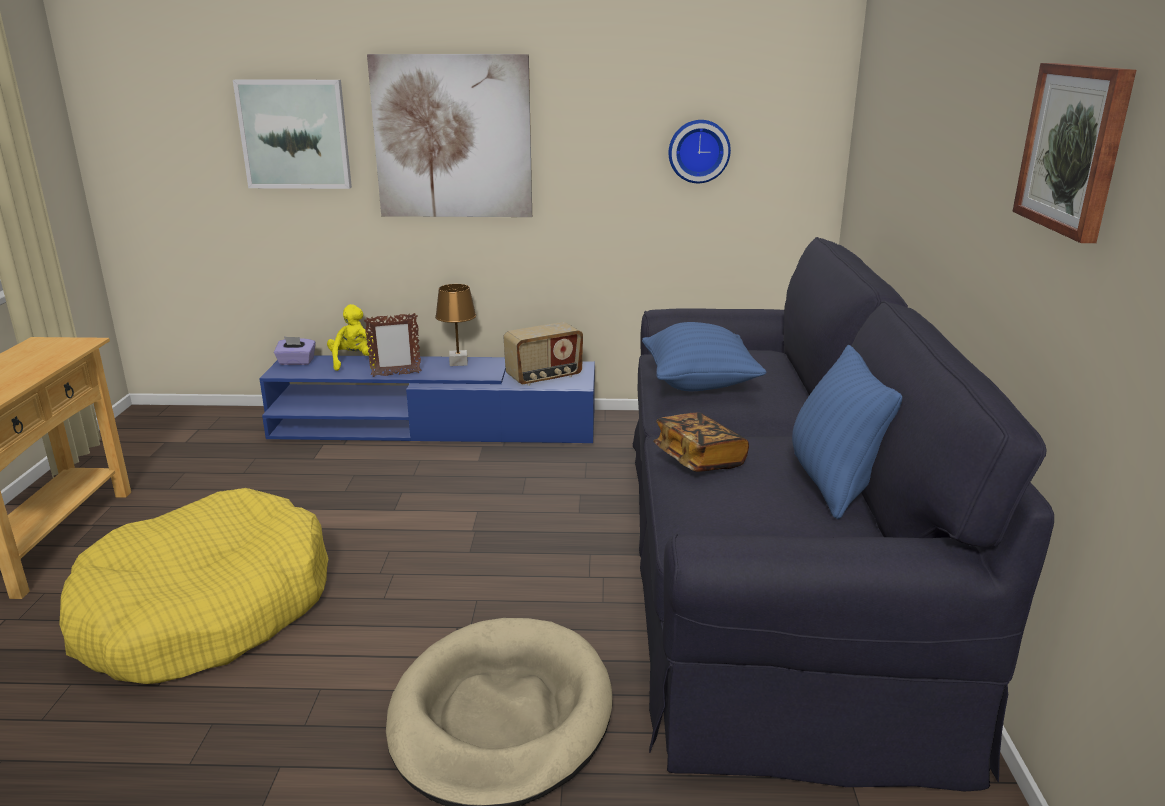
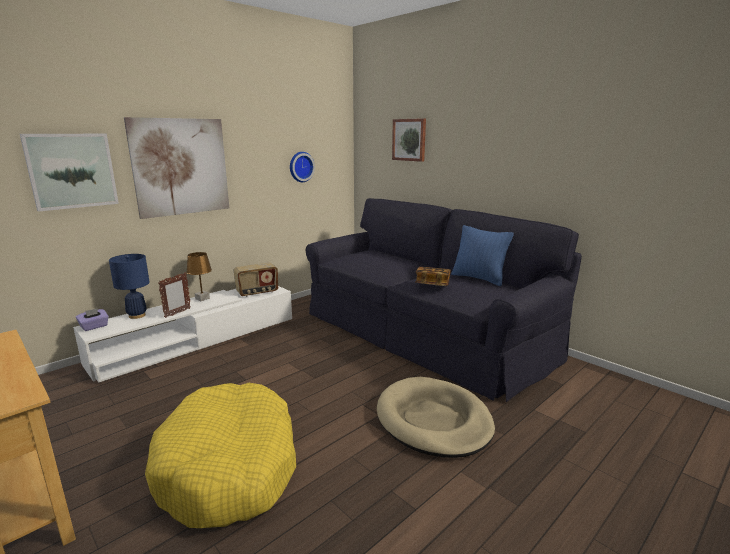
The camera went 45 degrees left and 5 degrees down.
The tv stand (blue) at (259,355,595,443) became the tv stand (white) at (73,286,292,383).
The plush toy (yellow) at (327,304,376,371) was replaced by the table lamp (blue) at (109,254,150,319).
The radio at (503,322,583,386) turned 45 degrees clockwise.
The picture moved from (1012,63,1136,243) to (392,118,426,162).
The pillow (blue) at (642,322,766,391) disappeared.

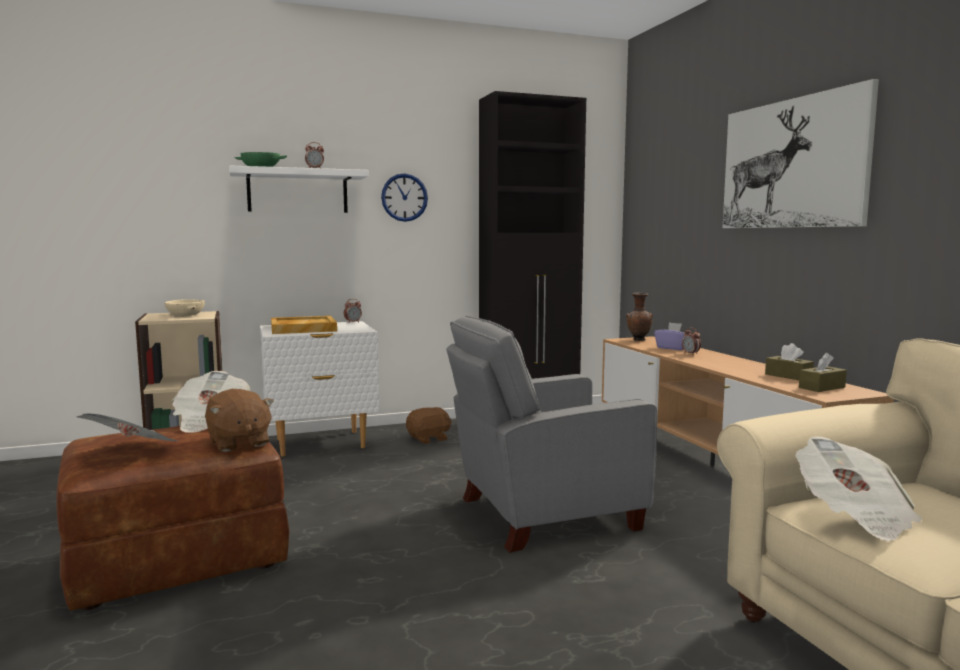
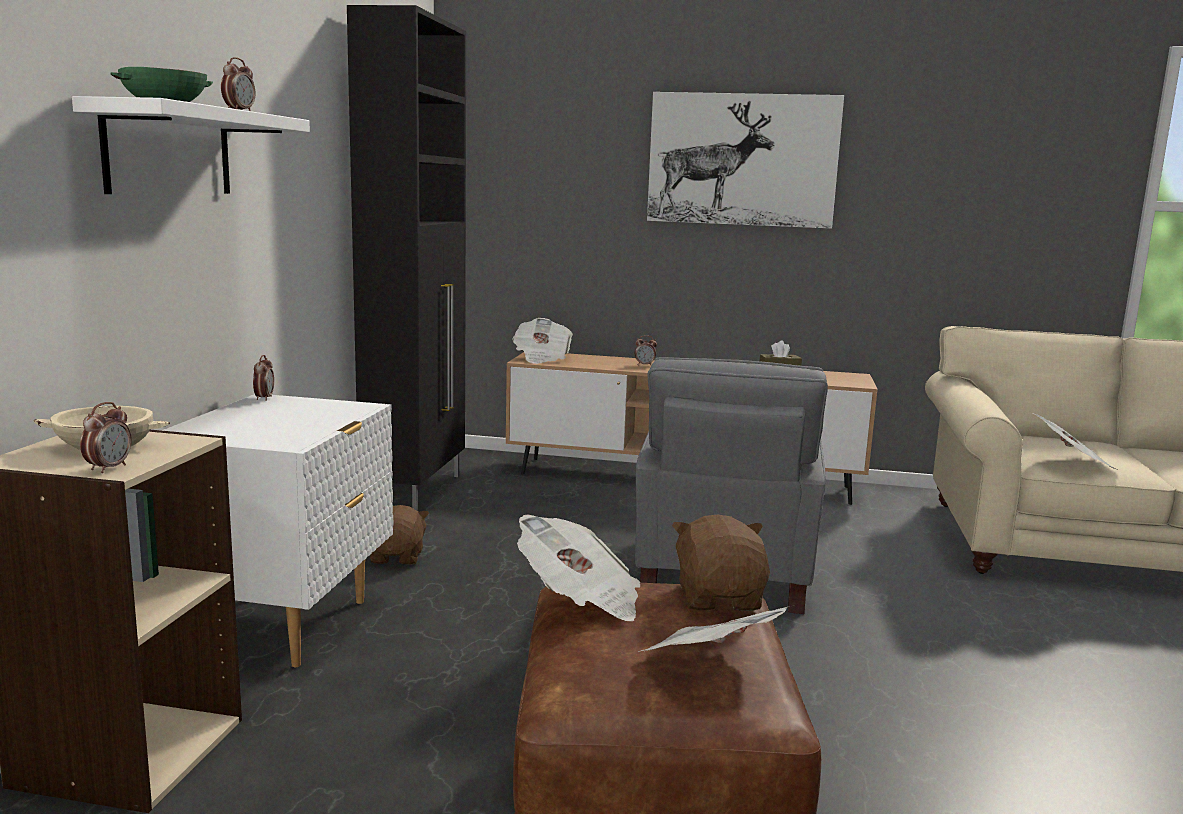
The camera went 60 degrees left and 5 degrees up.
The alarm clock at (80,402,132,473) appeared.
The vase (brown) at (626,293,653,341) was replaced by the newspaper at (512,318,573,364).
The plush toy (brown) at (205,389,274,452) turned 90 degrees counterclockwise.
The tray (beige) at (271,316,337,334) disappeared.
The wall clock at (381,173,428,222) disappeared.
The tissue box (purple) at (654,322,684,350) disappeared.
The tissue box (brown) at (799,352,847,392) disappeared.

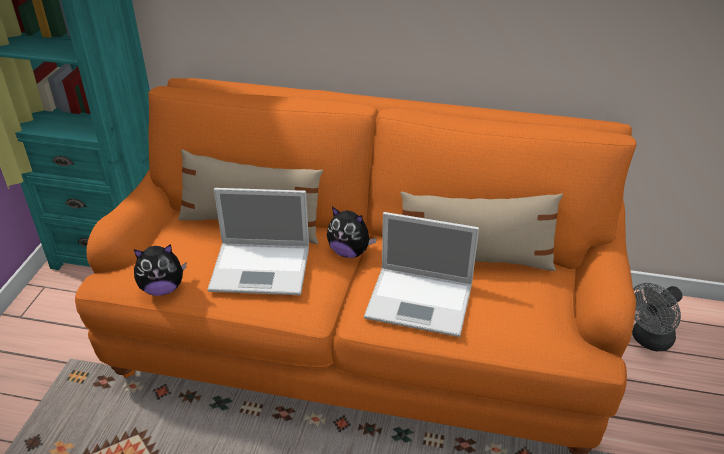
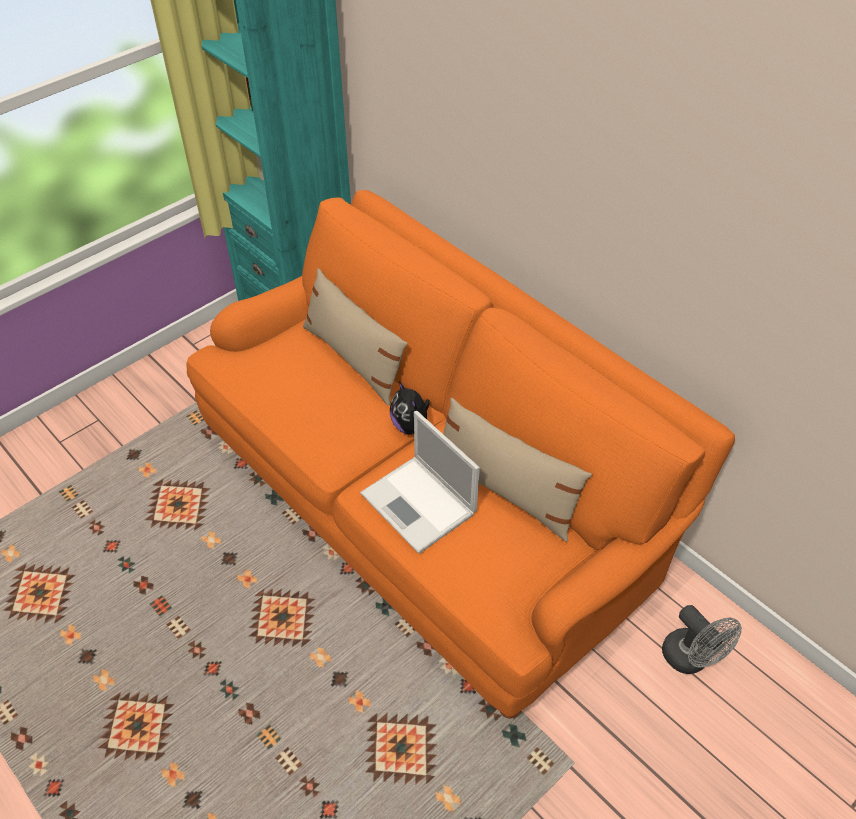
The camera went 35 degrees right and 10 degrees up.
The fan (grey) at (632,283,682,351) turned 120 degrees counterclockwise.
The plush toy at (134,244,186,296) disappeared.
The laptop at (208,188,309,295) disappeared.

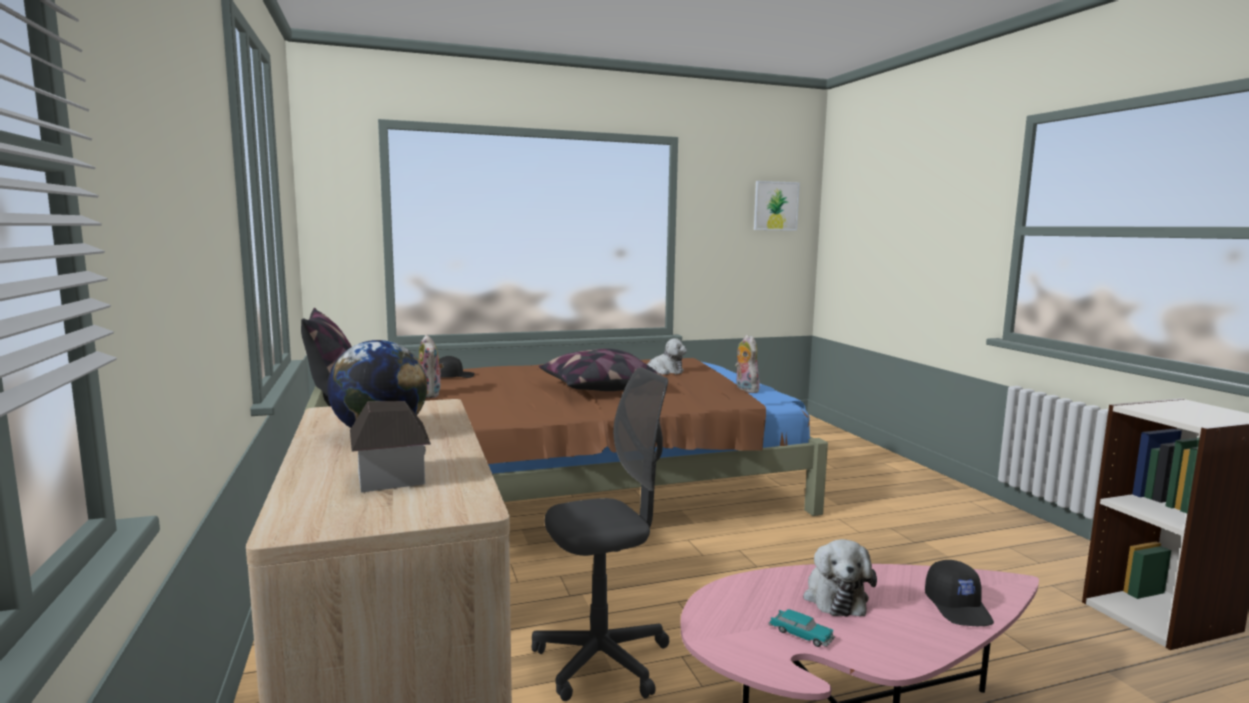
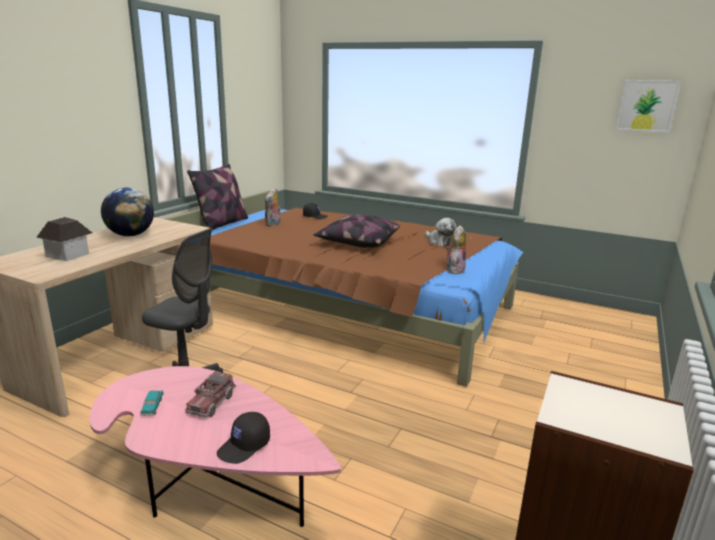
The camera went 45 degrees right and 10 degrees up.
The plush toy at (803,539,877,617) was replaced by the toy truck at (185,371,236,418).

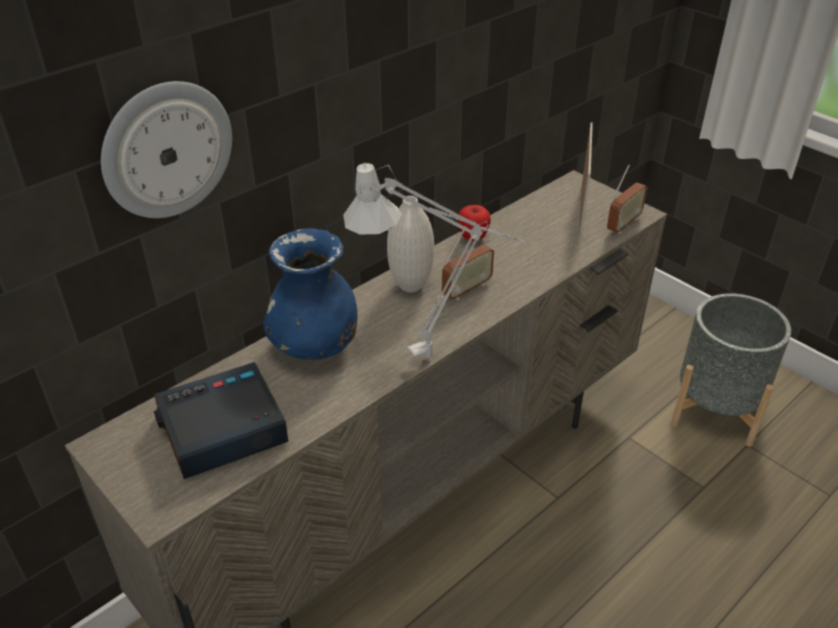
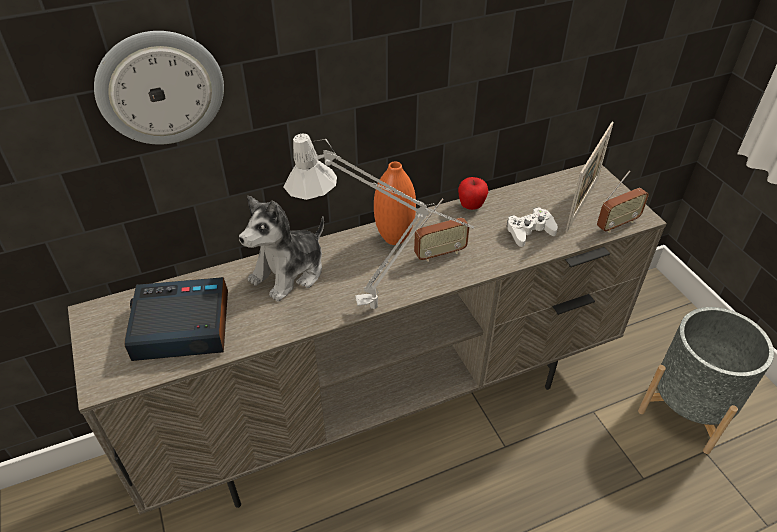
The camera went 20 degrees right and 5 degrees up.
The vase (blue) at (263,228,358,360) was replaced by the plush toy at (239,196,324,302).
The vase (white) at (387,196,434,292) became the vase (orange) at (374,161,416,245).
The game controller (white) at (507,207,558,247) appeared.

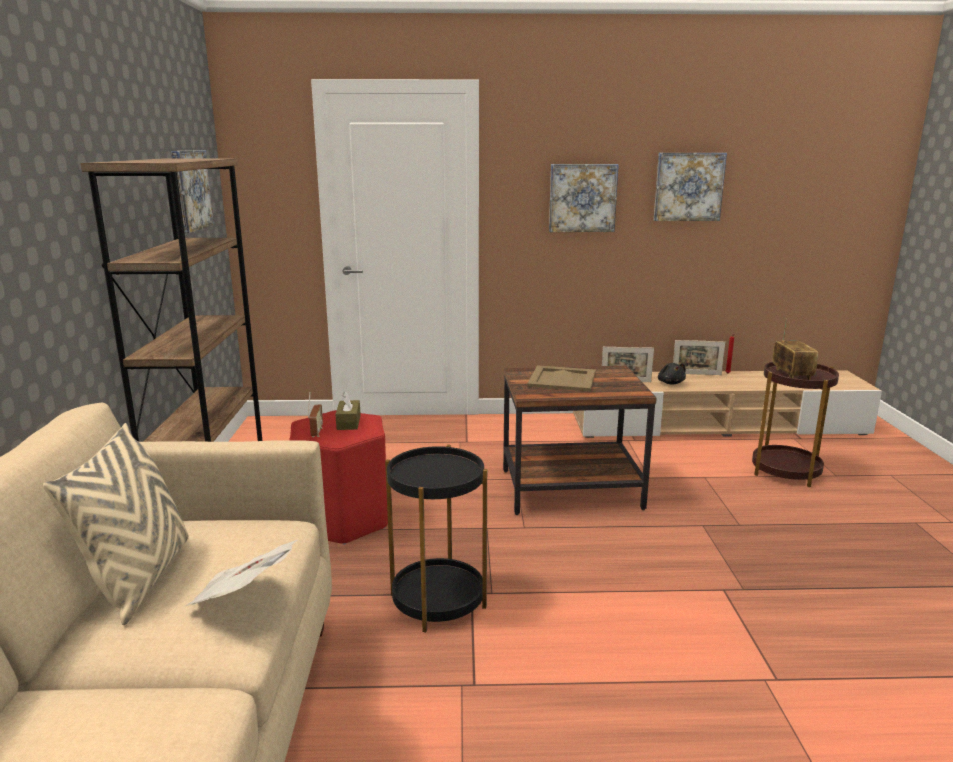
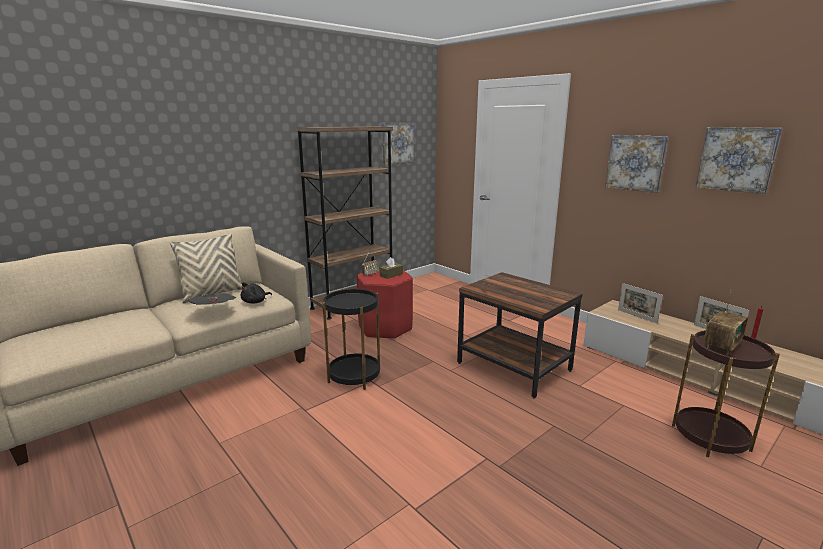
The camera went 50 degrees right and 0 degrees up.
The plush toy (black) moved from (658,363,686,385) to (241,282,272,303).
The tray (beige) at (527,365,596,391) disappeared.

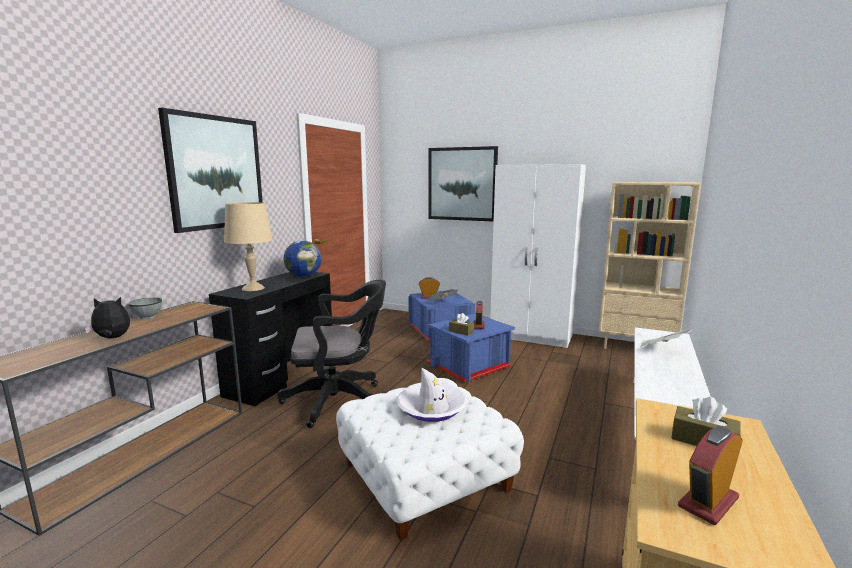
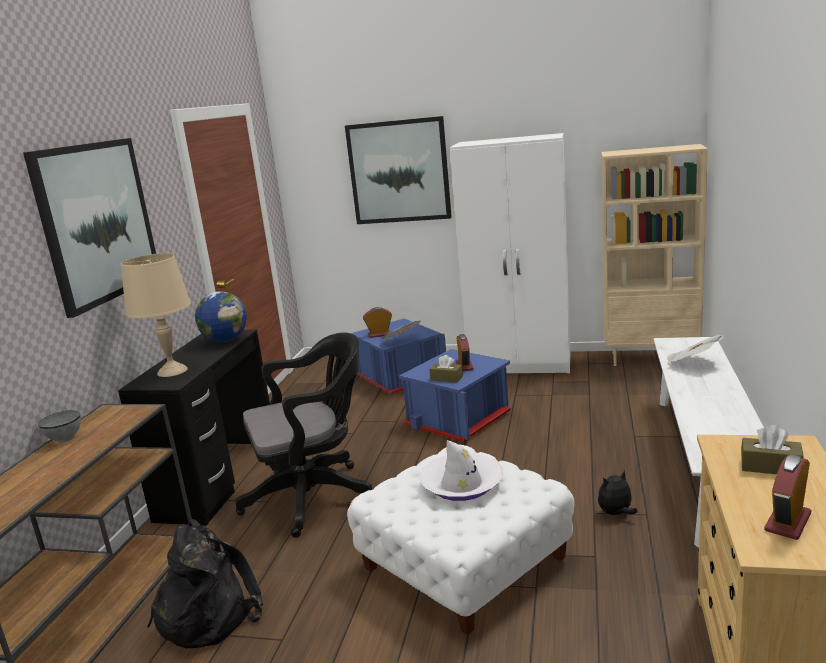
The camera went 10 degrees left and 5 degrees up.
The backpack (black) at (147,519,263,648) appeared.
The plush toy moved from (84,297,130,338) to (598,471,638,515).

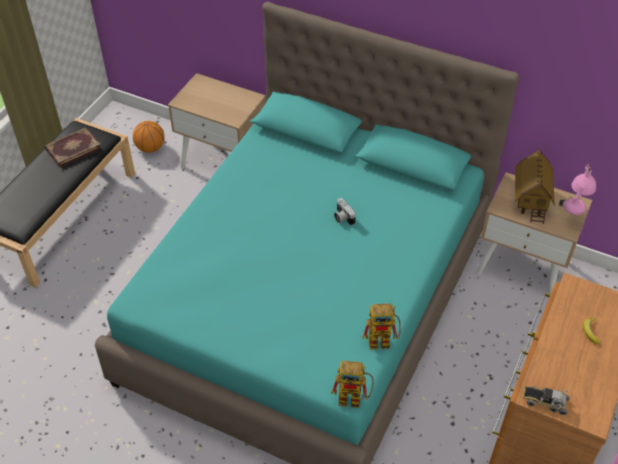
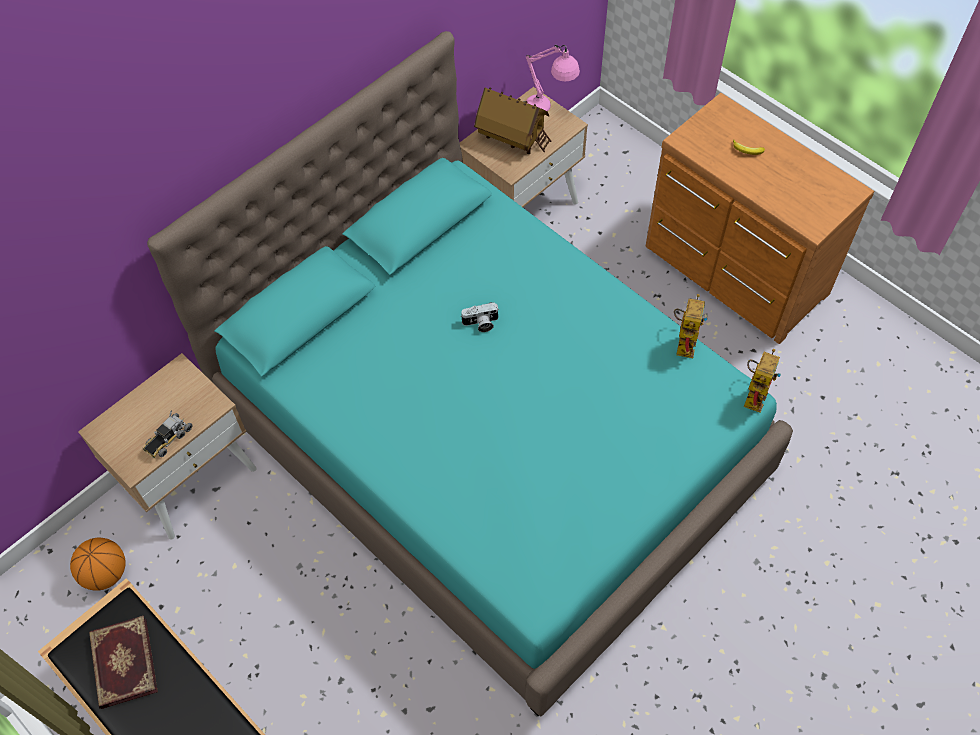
The camera went 70 degrees left and 10 degrees up.
The toy truck moved from (523,385,570,415) to (142,410,193,459).

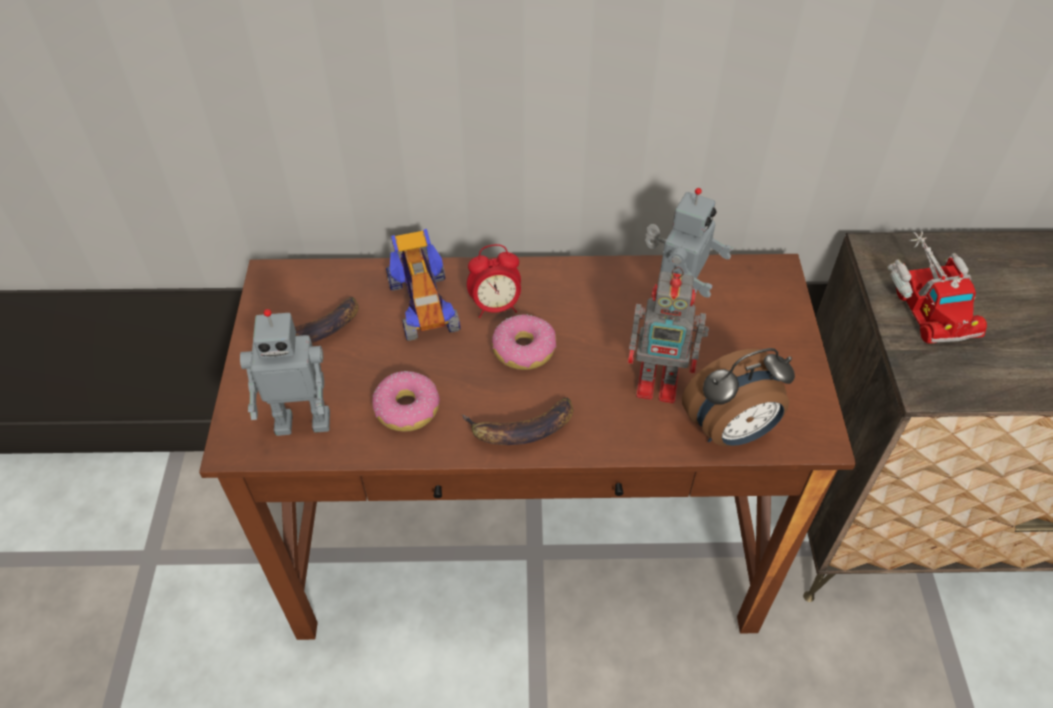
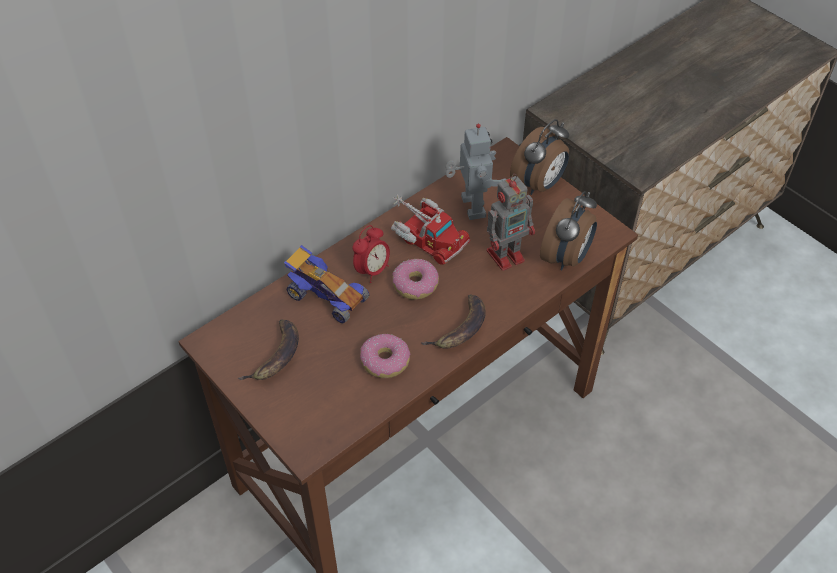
The camera went 40 degrees left and 0 degrees up.
The toy truck moved from (887,231,987,344) to (391,194,470,265).
The alarm clock at (510,119,569,195) appeared.
The toy robot at (240,309,330,436) disappeared.

